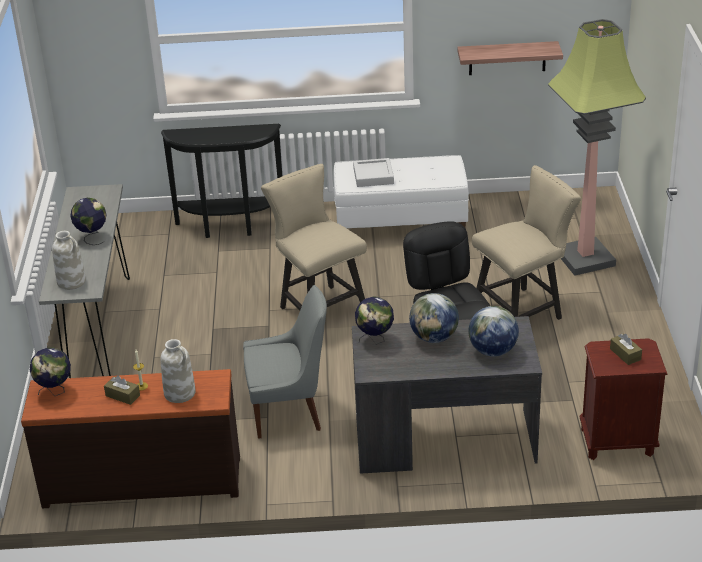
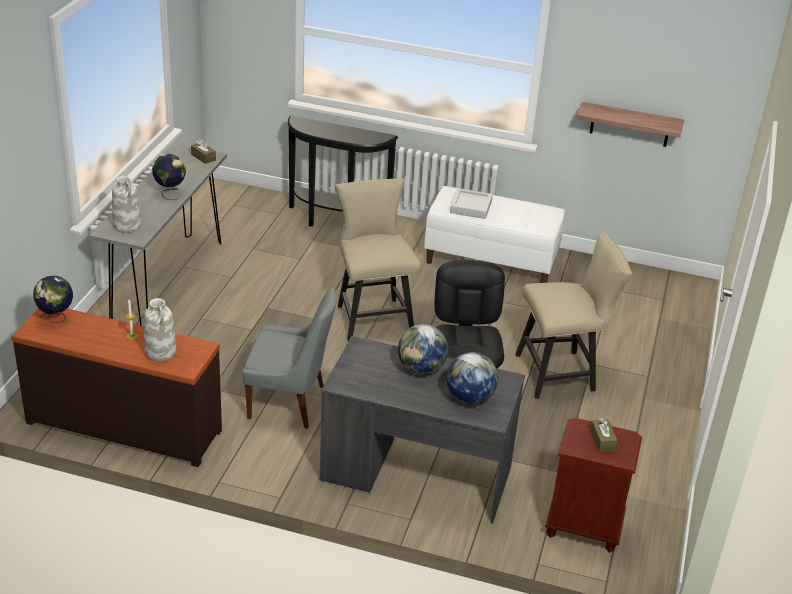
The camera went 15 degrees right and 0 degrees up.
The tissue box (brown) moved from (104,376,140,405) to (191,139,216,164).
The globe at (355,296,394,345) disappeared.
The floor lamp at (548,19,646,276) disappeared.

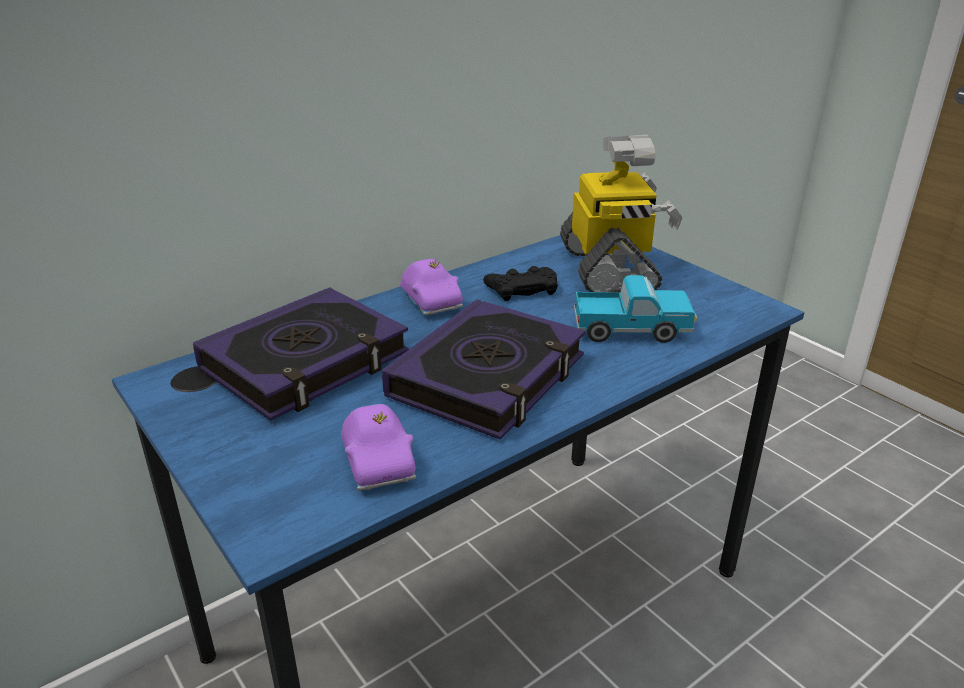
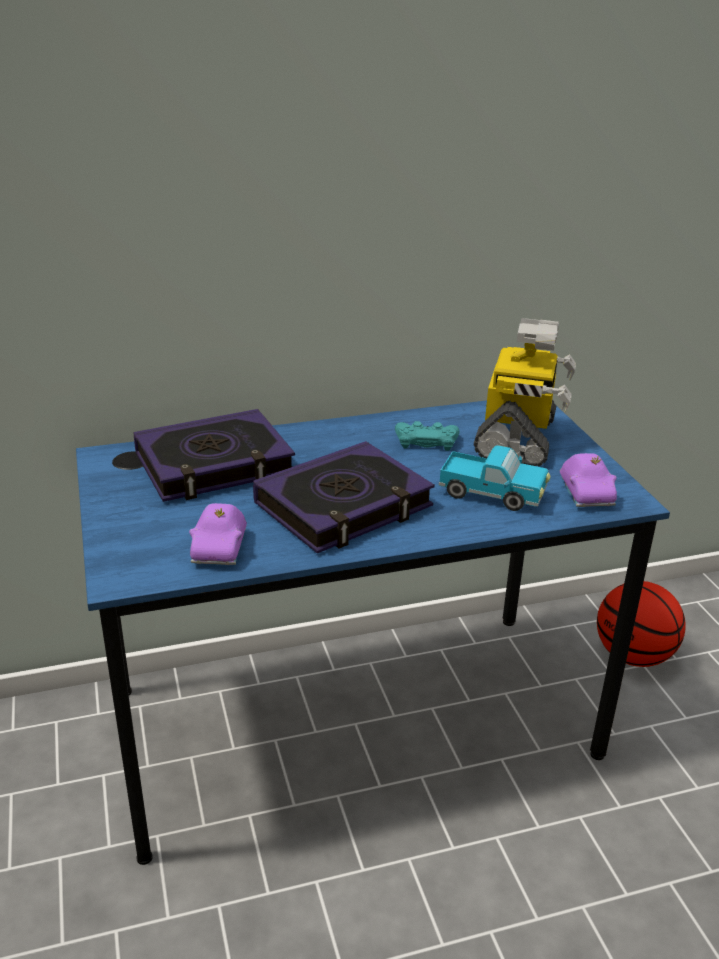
The camera went 20 degrees right and 0 degrees up.
The game controller (black) at (483,266,558,301) became the game controller (turquoise) at (395,421,459,451).
The toy car (purple) moved from (400,259,463,315) to (560,453,617,507).
The basketball at (597,581,686,667) appeared.

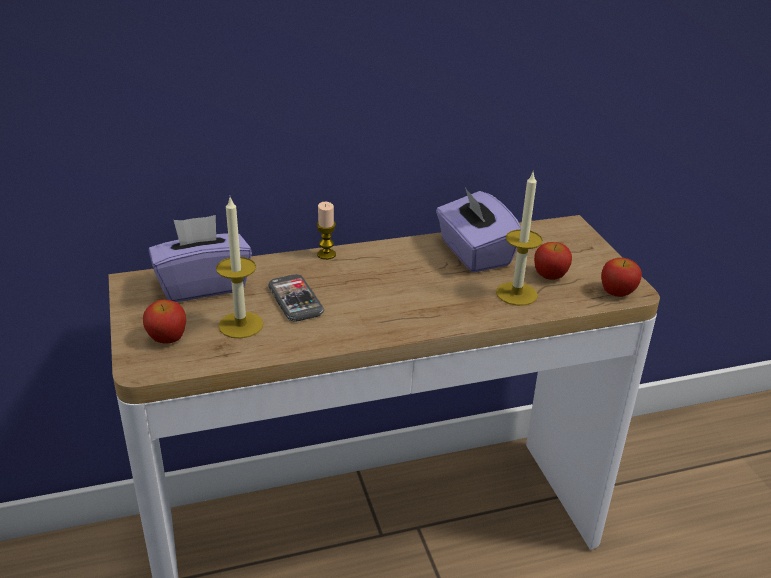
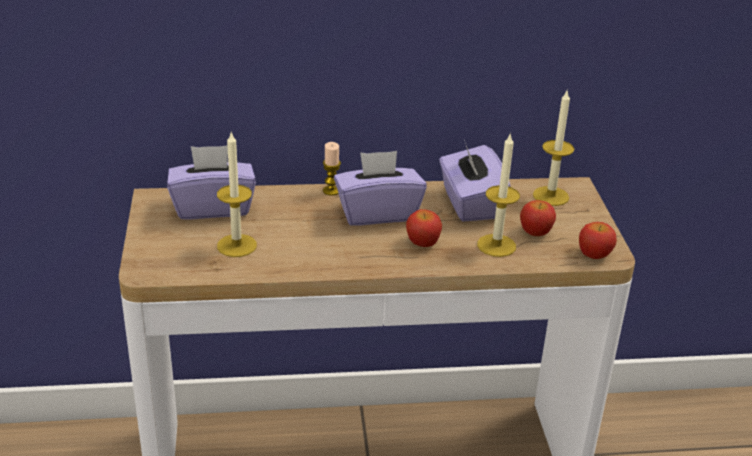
The camera went 10 degrees right and 0 degrees up.
The tissue box (purple) at (334,151,427,226) appeared.
The apple moved from (143,299,186,344) to (406,209,442,247).
The candle at (533,91,574,206) appeared.
The phone at (268,274,324,322) disappeared.

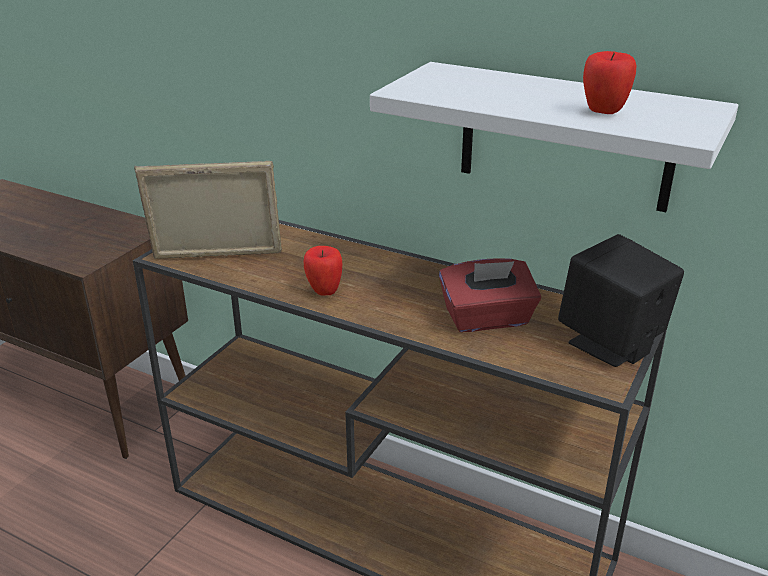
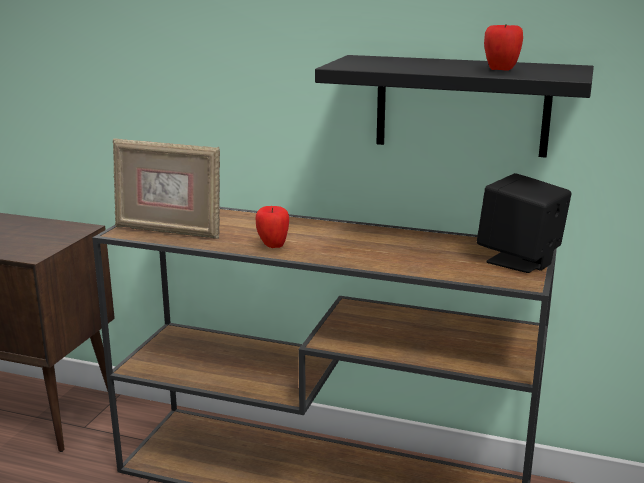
The camera went 10 degrees left and 10 degrees down.
The picture frame at (134,161,282,259) turned 150 degrees counterclockwise.
The shelf (white) at (370,62,738,212) became the shelf (black) at (315,55,594,158).
The tissue box (red) at (439,258,541,332) disappeared.

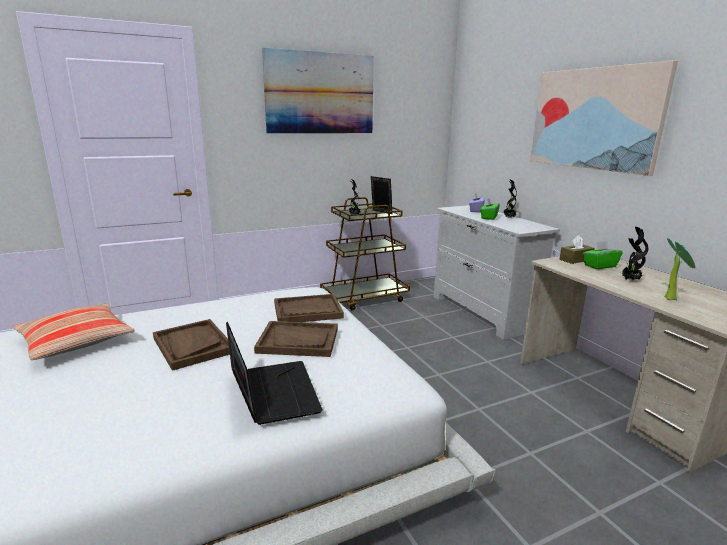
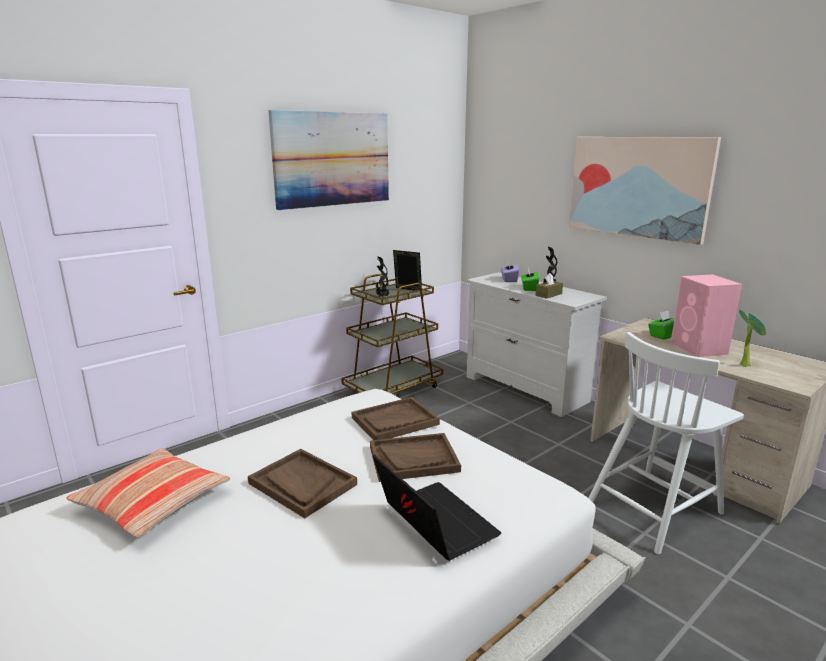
The camera went 15 degrees left and 0 degrees up.
The tissue box (brown) moved from (560,235,595,264) to (536,273,563,299).
The chair (white) at (589,332,744,554) appeared.
The potted plant at (621,226,648,281) was replaced by the speaker (pink) at (671,274,742,357).

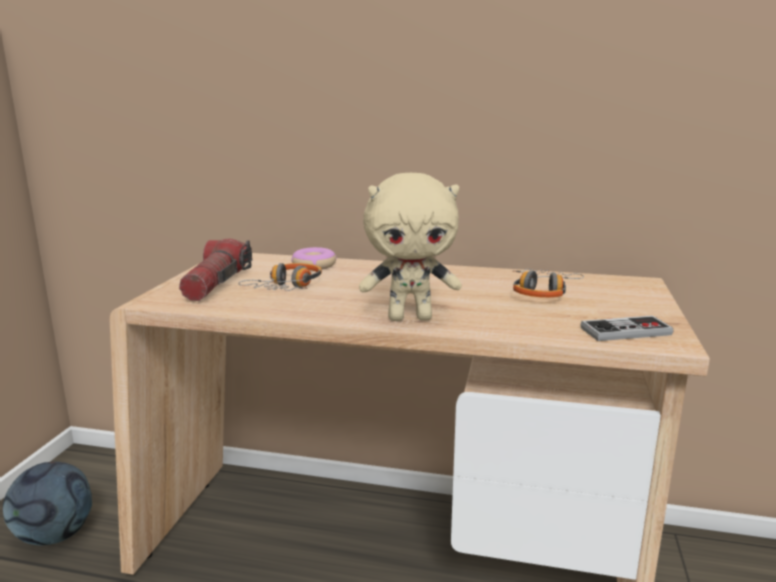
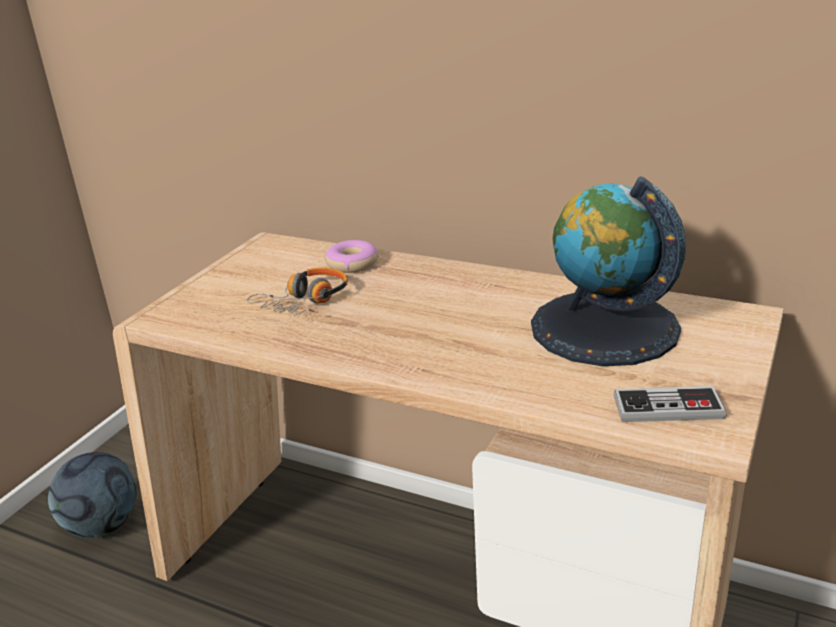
The camera went 15 degrees right and 10 degrees up.
The headphones at (513,269,584,298) was replaced by the globe at (531,176,686,366).
The flashlight at (179,239,252,301) disappeared.
The plush toy (beige) at (359,173,462,321) disappeared.

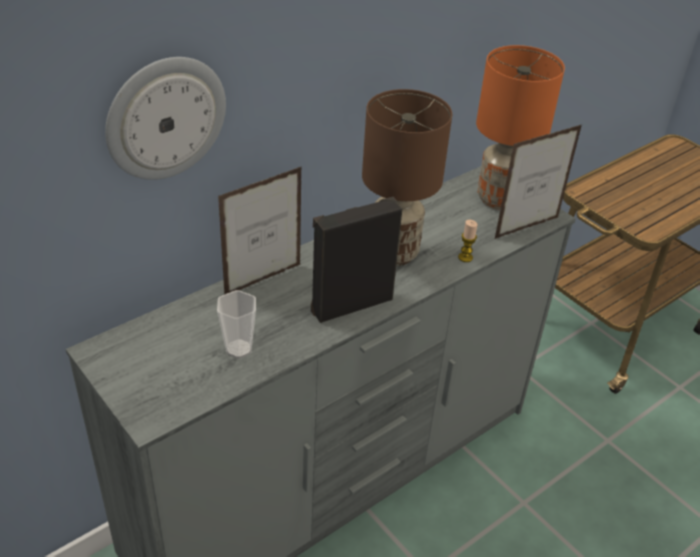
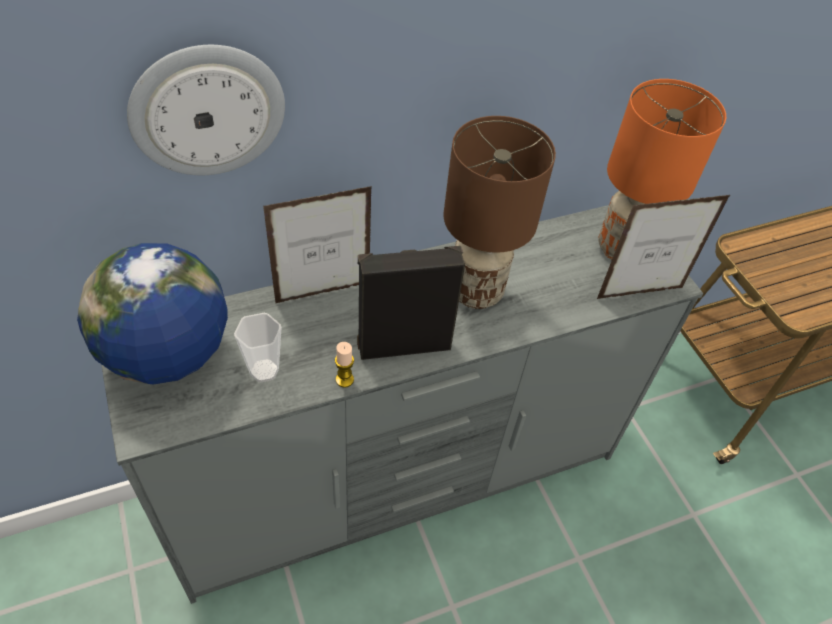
The camera went 15 degrees right and 10 degrees up.
The globe at (77,243,228,384) appeared.
The candle moved from (458,220,478,262) to (335,342,354,388).

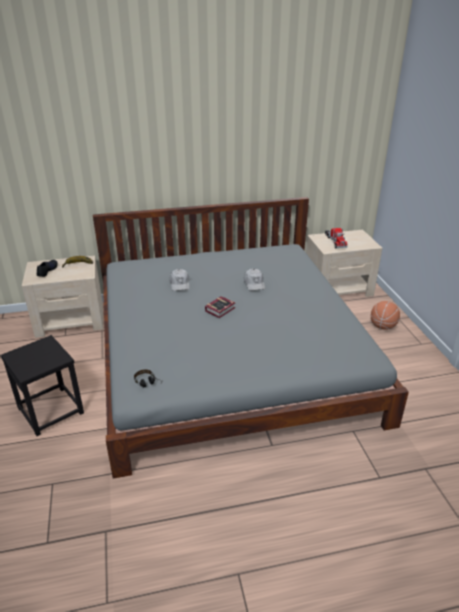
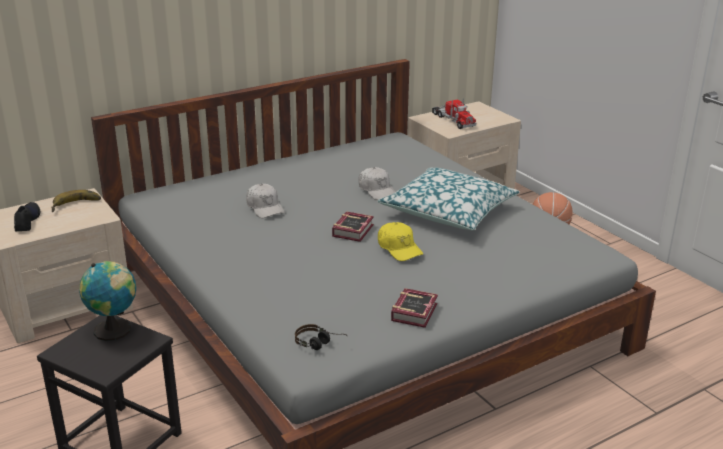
The camera went 20 degrees left and 5 degrees down.
The globe at (79,261,136,341) appeared.
The pillow at (378,167,520,230) appeared.
The cap (yellow) at (378,222,423,261) appeared.
The book at (391,288,438,328) appeared.

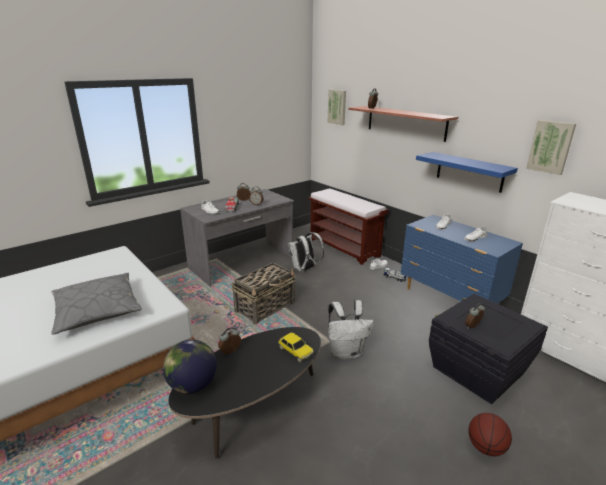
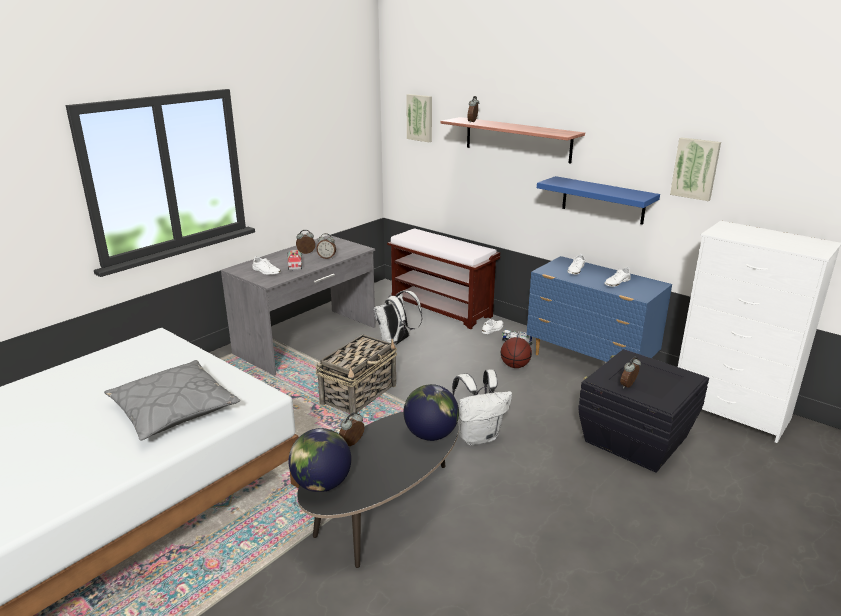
The camera went 10 degrees left and 0 degrees up.
The toy car at (278,333,314,363) was replaced by the globe at (403,384,459,441).
The basketball moved from (468,413,512,456) to (501,337,532,368).

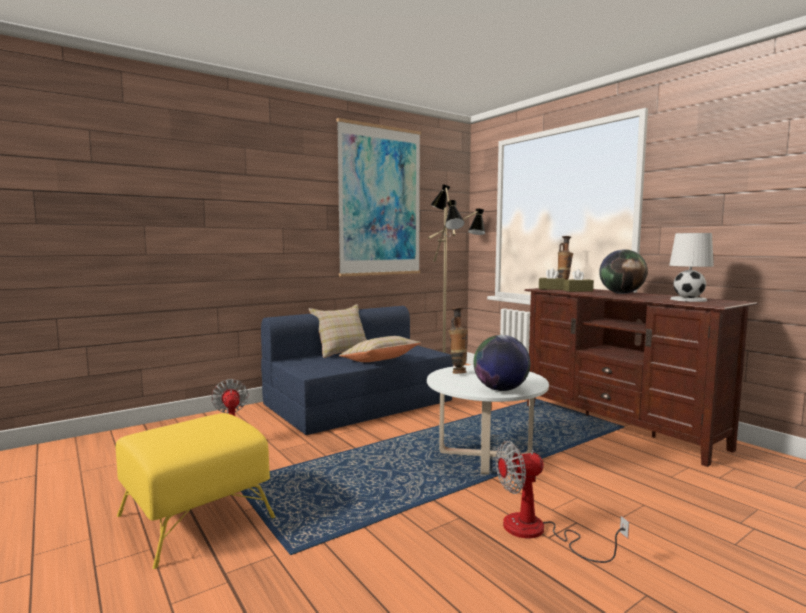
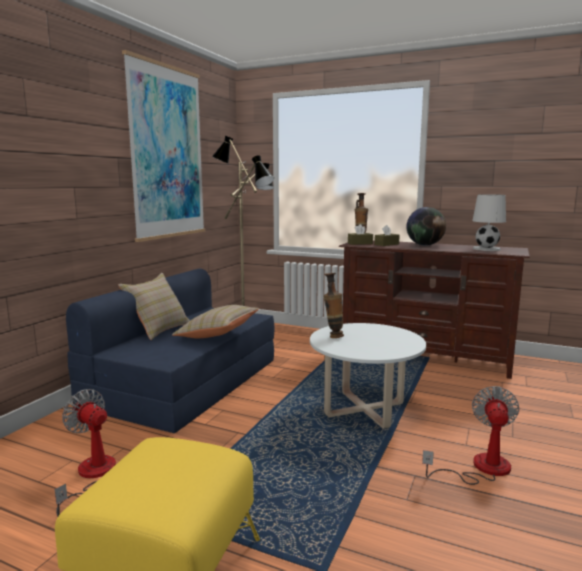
The camera went 30 degrees left and 5 degrees up.
The fan at (496,441,629,563) turned 150 degrees clockwise.
The globe at (474,335,530,391) disappeared.

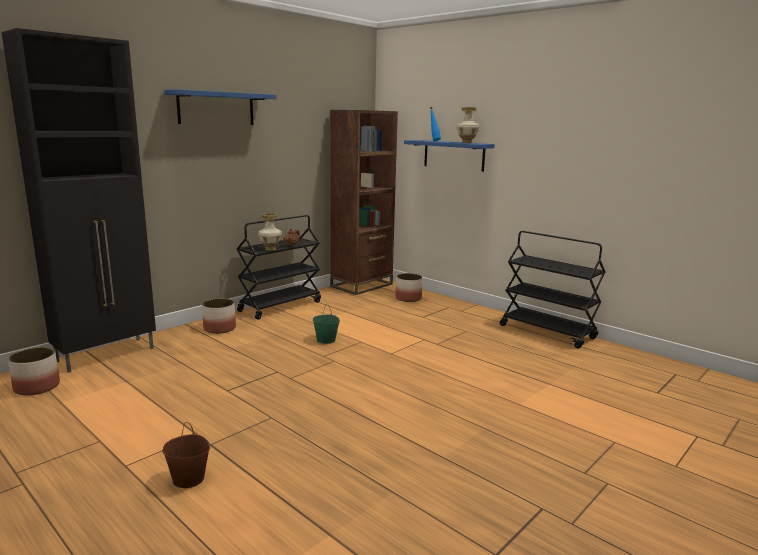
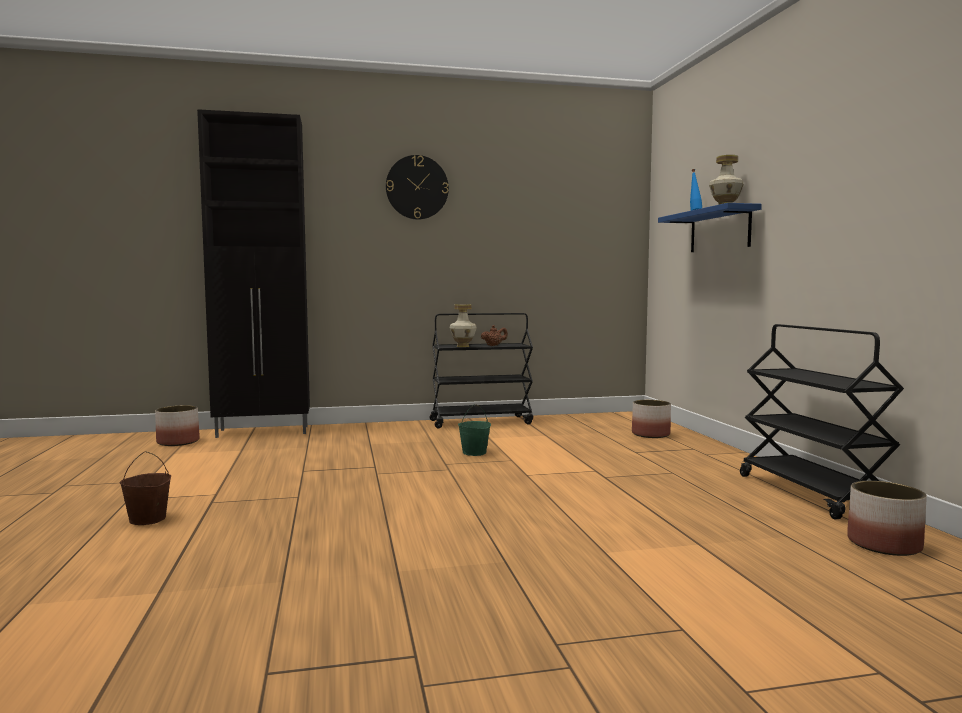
The camera went 35 degrees right and 10 degrees down.
The shelf (blue) at (164,89,277,125) was replaced by the wall clock at (386,155,449,220).
The planter moved from (202,298,236,334) to (847,481,927,556).
The bookcase (brown) at (330,110,398,295) disappeared.

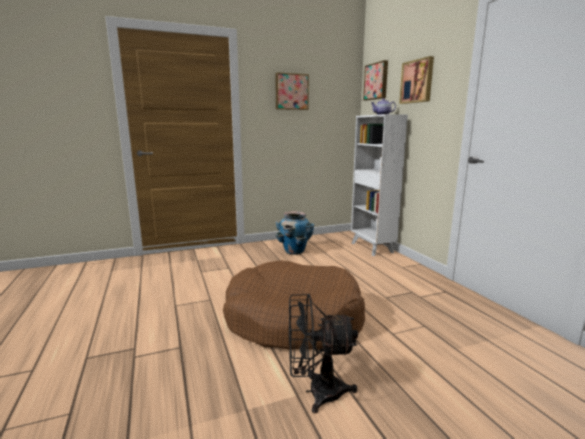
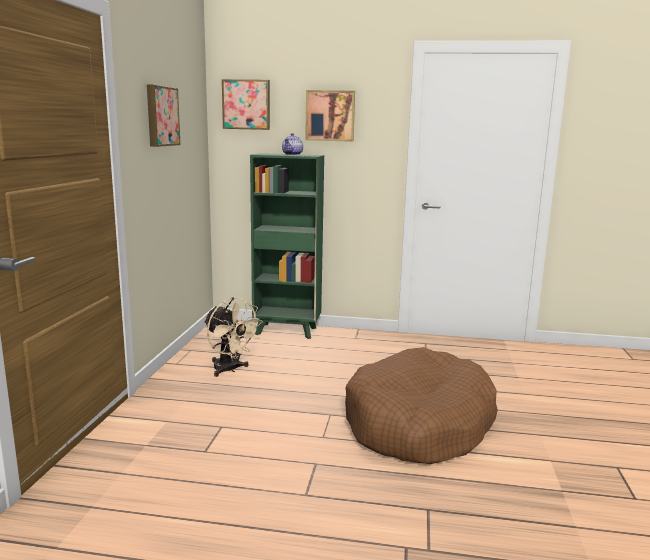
The camera went 60 degrees left and 0 degrees up.
The planter at (275,211,314,254) was replaced by the fan (beige) at (204,297,263,377).
The bookcase (white) at (351,114,408,256) became the bookcase (green) at (250,153,324,339).
The fan (black) at (289,294,358,414) disappeared.

